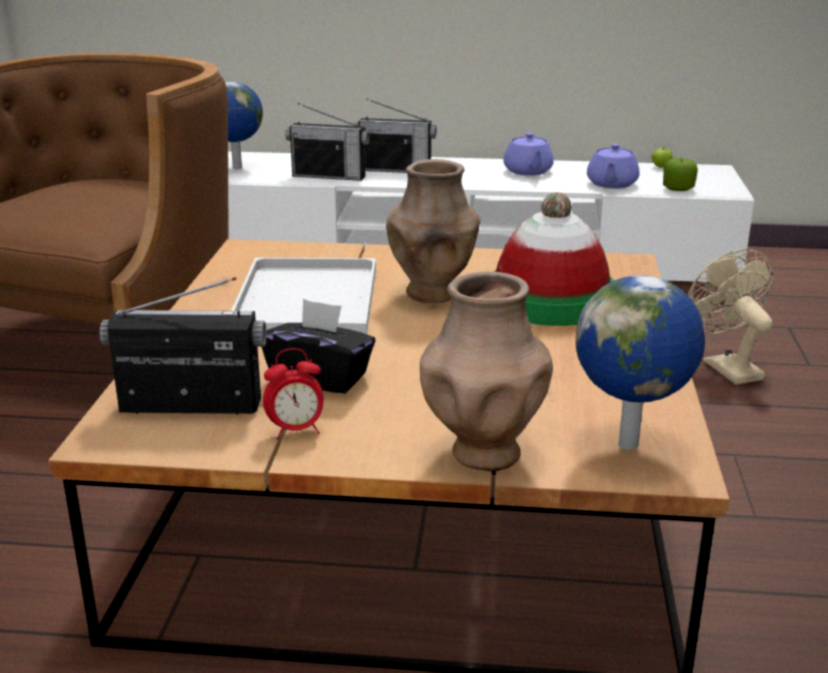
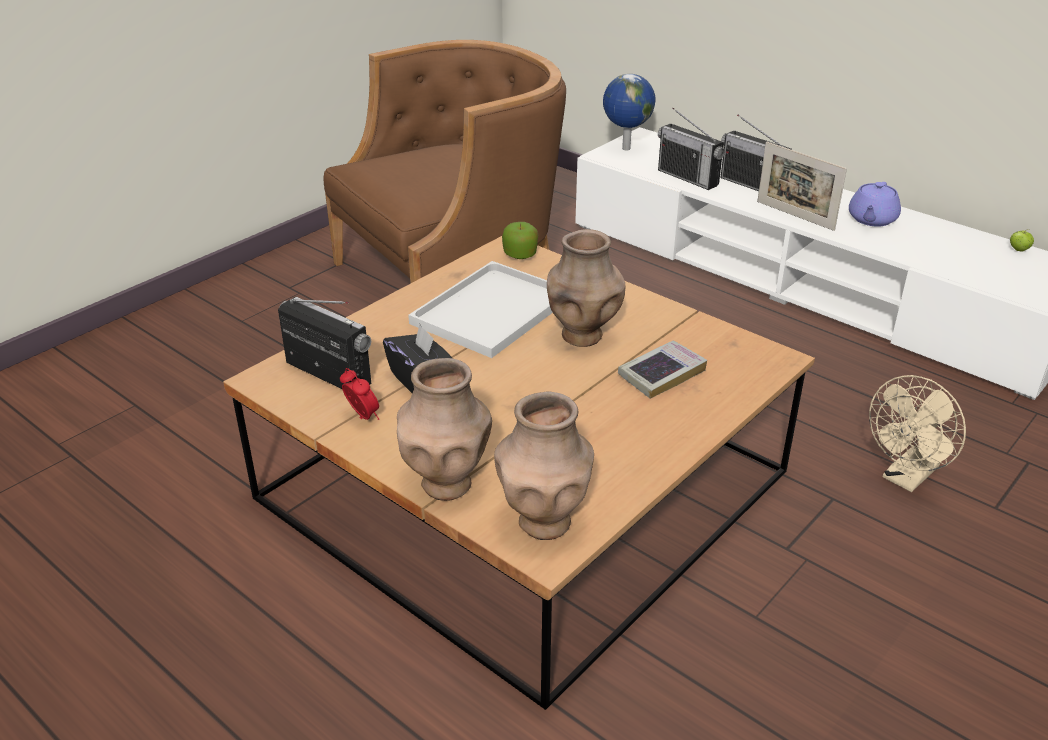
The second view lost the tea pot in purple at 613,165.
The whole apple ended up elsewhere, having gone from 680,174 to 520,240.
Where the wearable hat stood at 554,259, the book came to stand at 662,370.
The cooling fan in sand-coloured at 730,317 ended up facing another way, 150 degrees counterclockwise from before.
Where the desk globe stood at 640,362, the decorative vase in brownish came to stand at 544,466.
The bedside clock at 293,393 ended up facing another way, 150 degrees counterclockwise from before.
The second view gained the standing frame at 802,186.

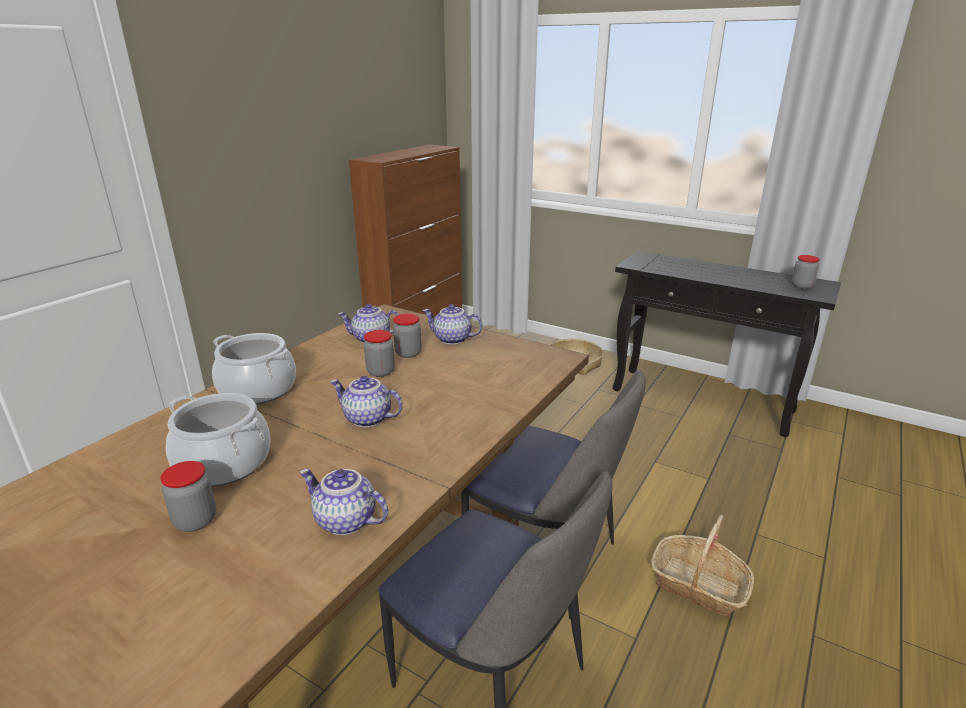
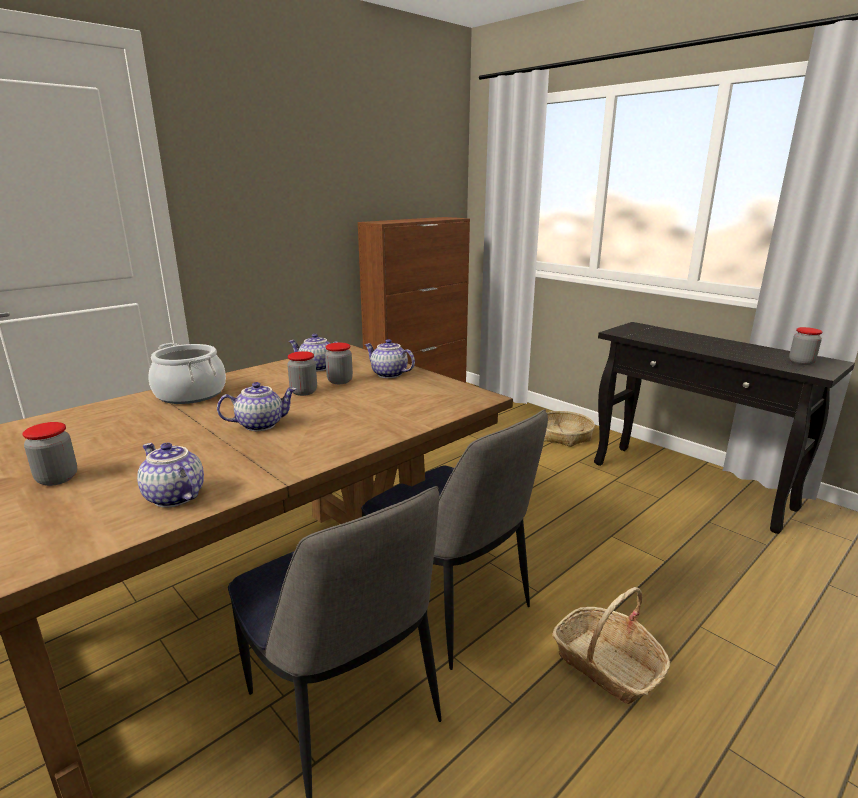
The tea pot at 366,401 ended up facing another way, 120 degrees clockwise from before.
The second view lost the cooking pot at 218,440.

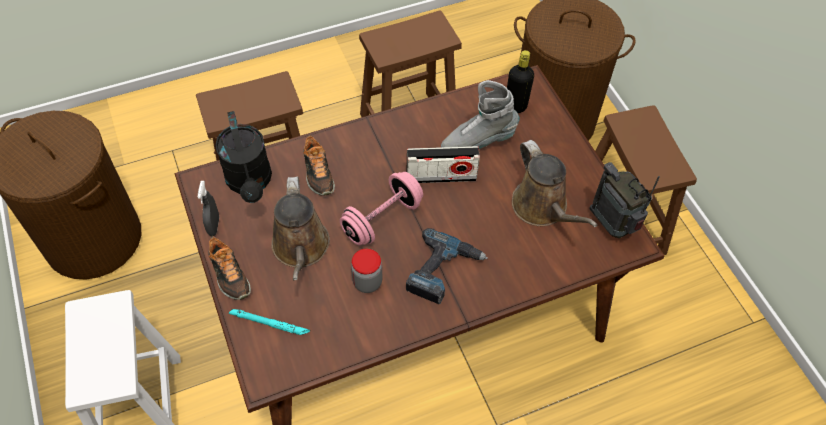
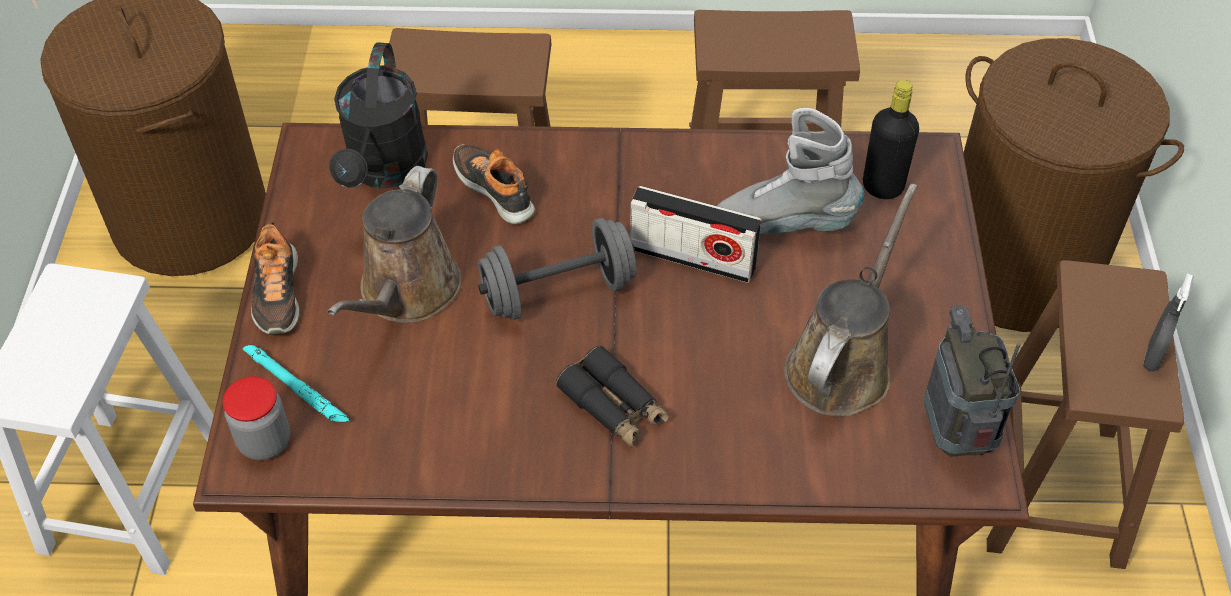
The shoe at 319,165 ended up facing another way, 135 degrees clockwise from before.
The watering can in brownish at 555,183 ended up facing another way, 150 degrees counterclockwise from before.
What was the free weight in pinkish at 381,209 turned into the free weight in greyish at 557,269.
The spray bottle in greyish ended up elsewhere, having gone from 208,208 to 1168,322.
Where the drill stood at 447,266, the binoculars in blackish came to stand at 612,397.
The storage jar ended up elsewhere, having gone from 366,271 to 256,418.

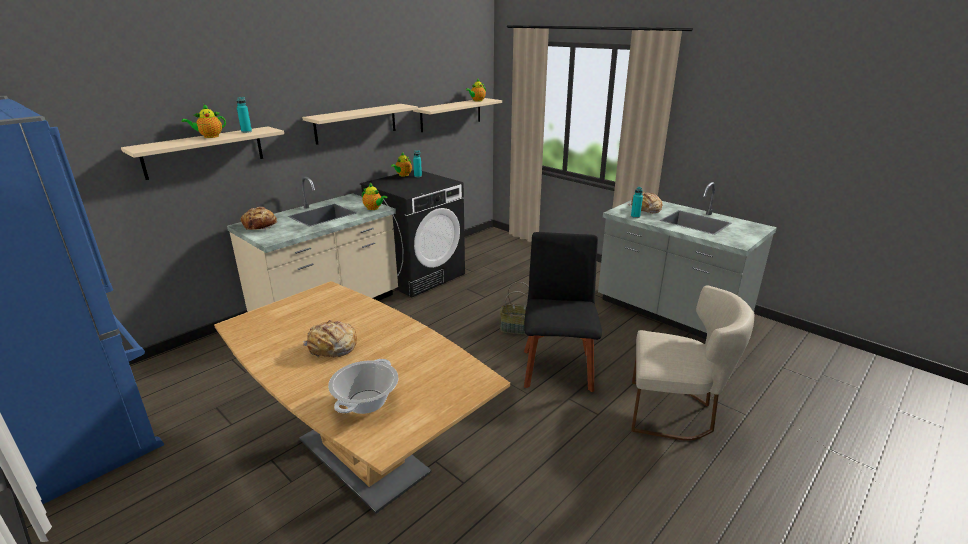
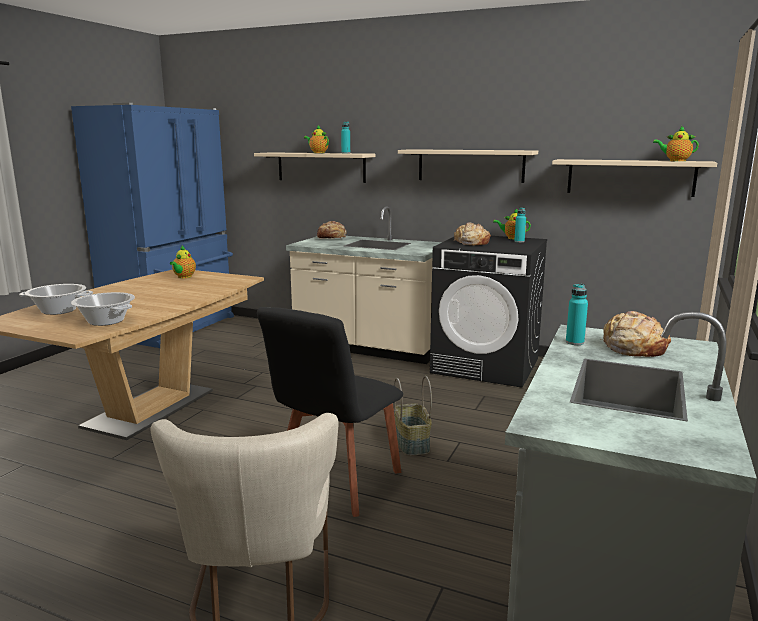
The tea pot ended up elsewhere, having gone from 374,196 to 183,262.
The upright chair in blackish at 563,312 ended up facing another way, 135 degrees clockwise from before.
The bakery bread ended up elsewhere, having gone from 330,339 to 472,233.
The second view gained the cooking pot at 103,309.

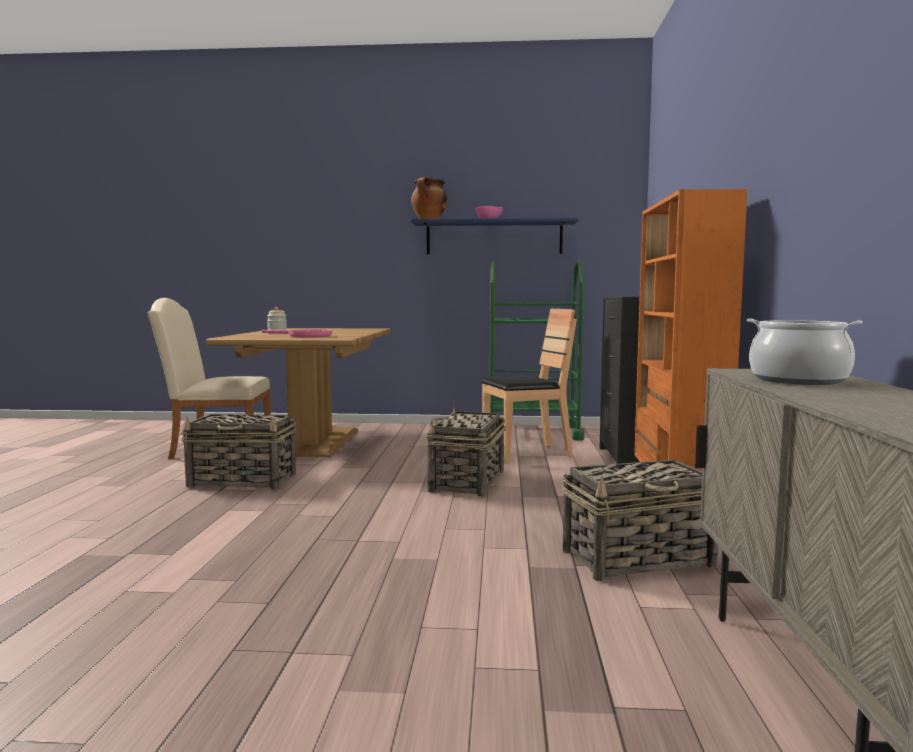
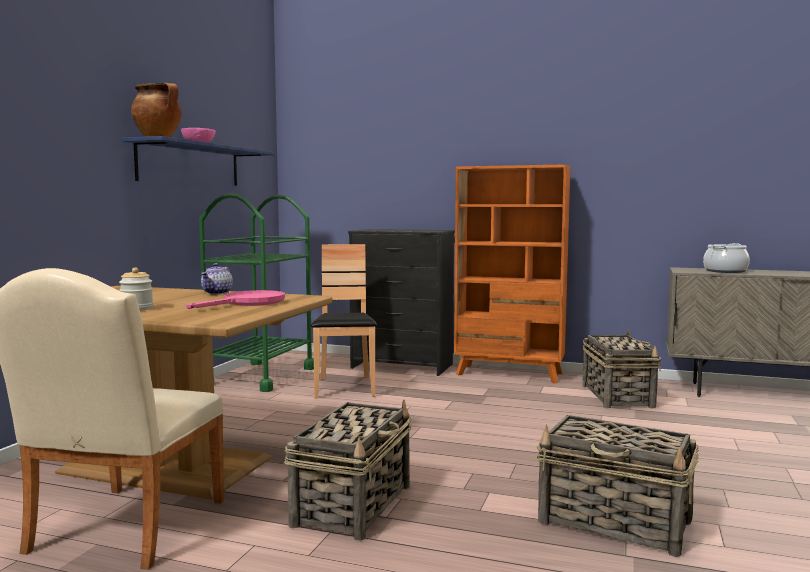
The household basket ended up elsewhere, having gone from 466,451 to 617,486.
The second view gained the tea pot at 217,278.

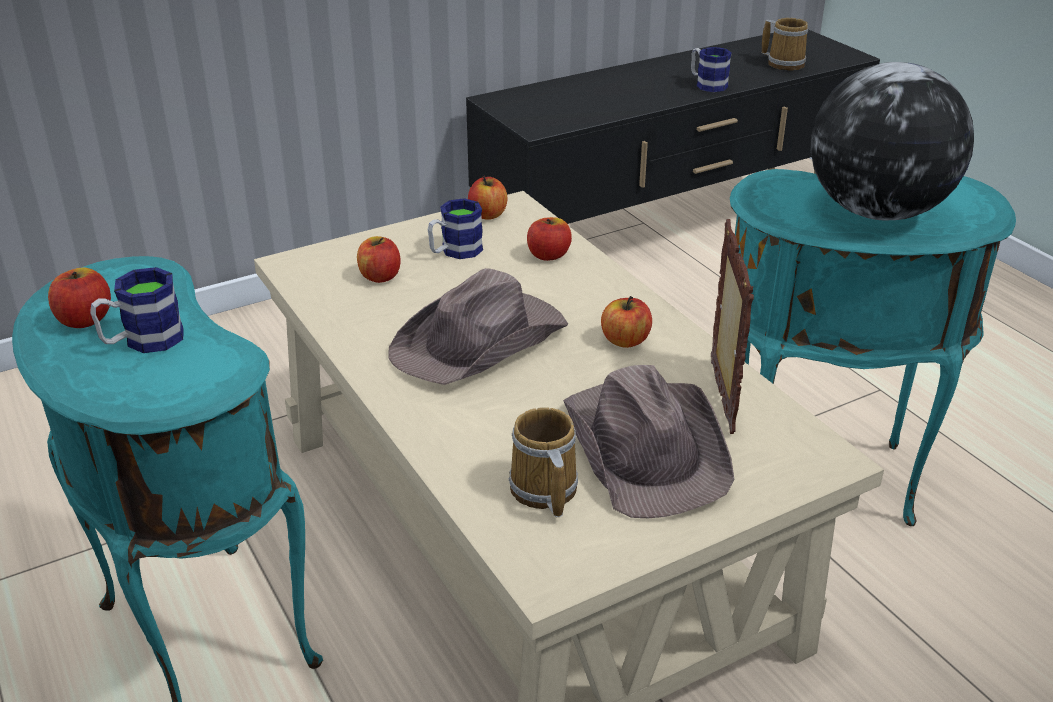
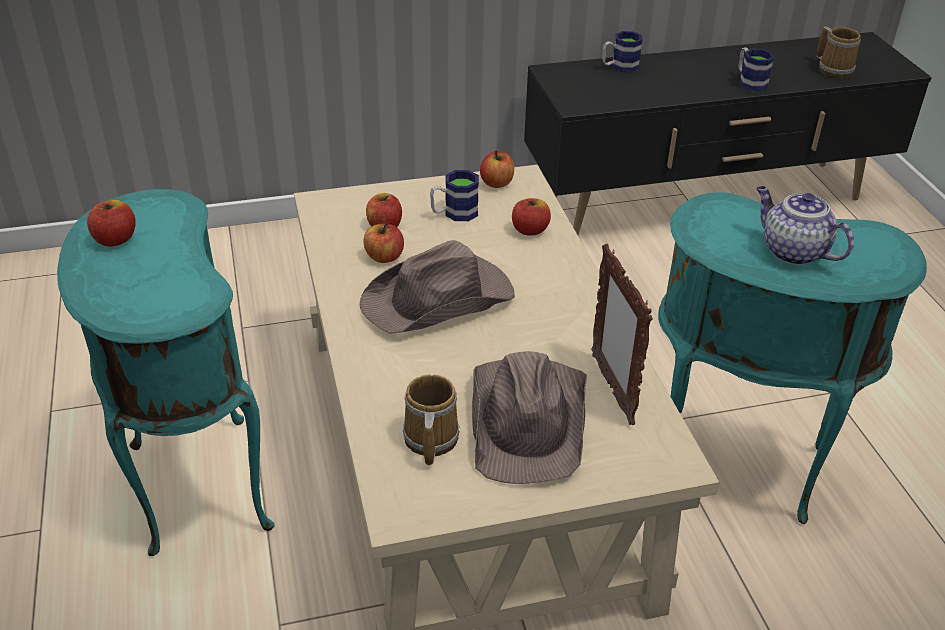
Where the desk globe stood at 892,141, the tea pot came to stand at 805,225.
The standing frame at 732,326 ended up facing another way, 150 degrees clockwise from before.
The mug ended up elsewhere, having gone from 137,310 to 622,52.
The whole apple ended up elsewhere, having gone from 626,322 to 384,243.

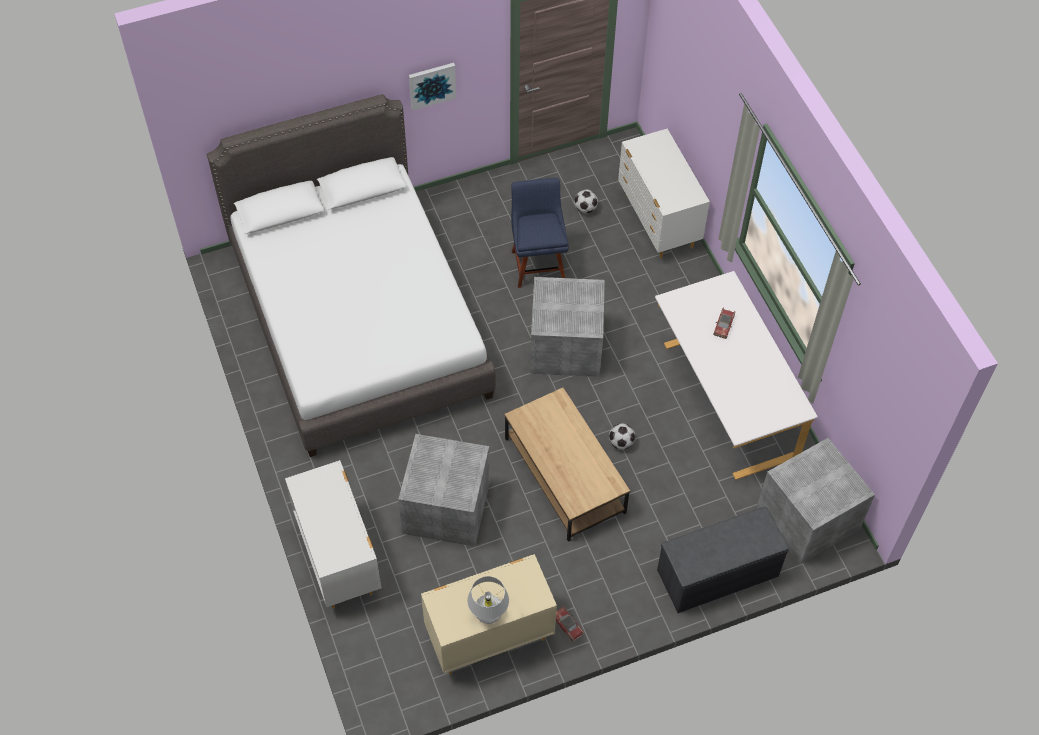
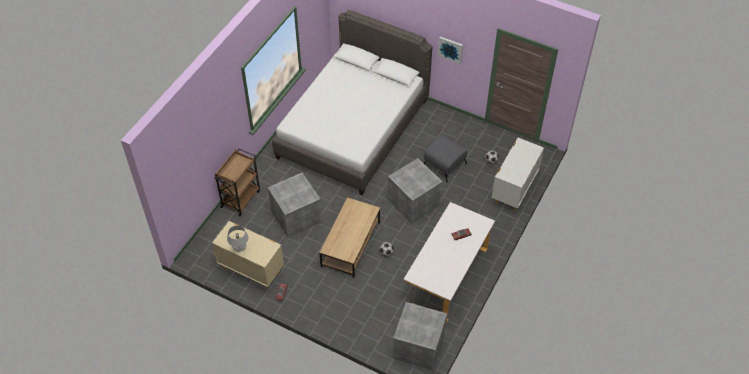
Where the upright chair in blue stood at 540,233, the footrest in greyish came to stand at 445,158.
Where the chest of drawers in white stood at 333,534, the trolley in brownish came to stand at 237,182.
The second view lost the long seat in greyish at 723,559.

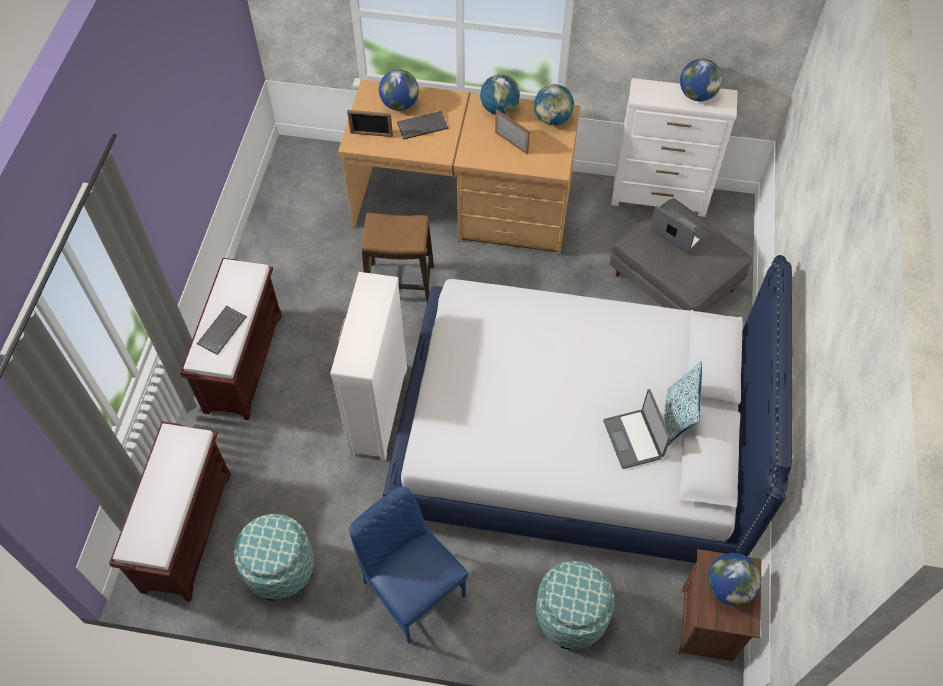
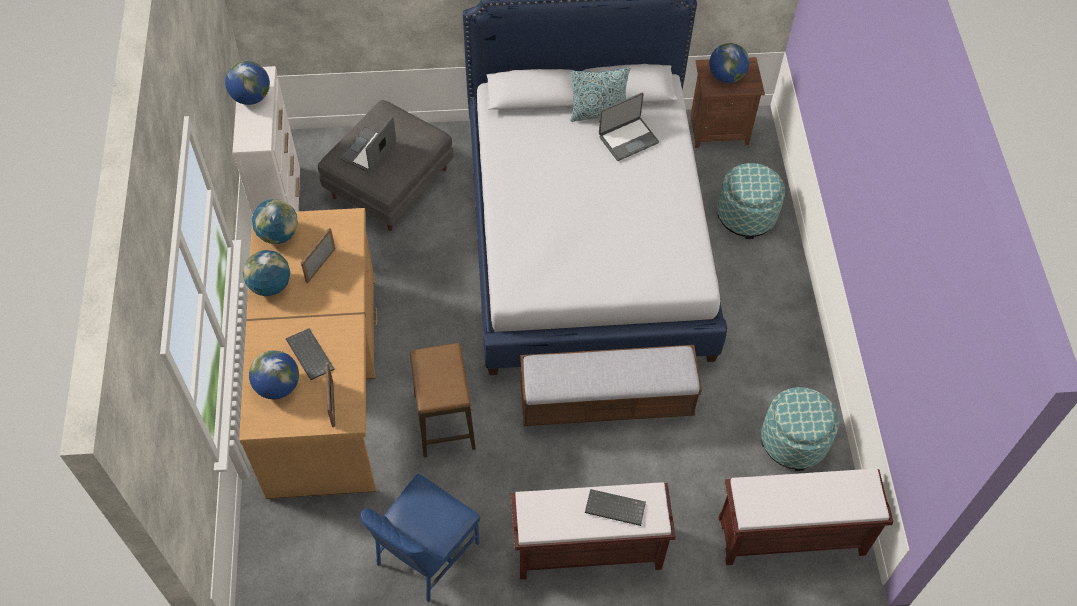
Where the chest of drawers in white stood at 368,366, the long seat came to stand at 611,385.
The upright chair in blue ended up elsewhere, having gone from 408,565 to 420,538.

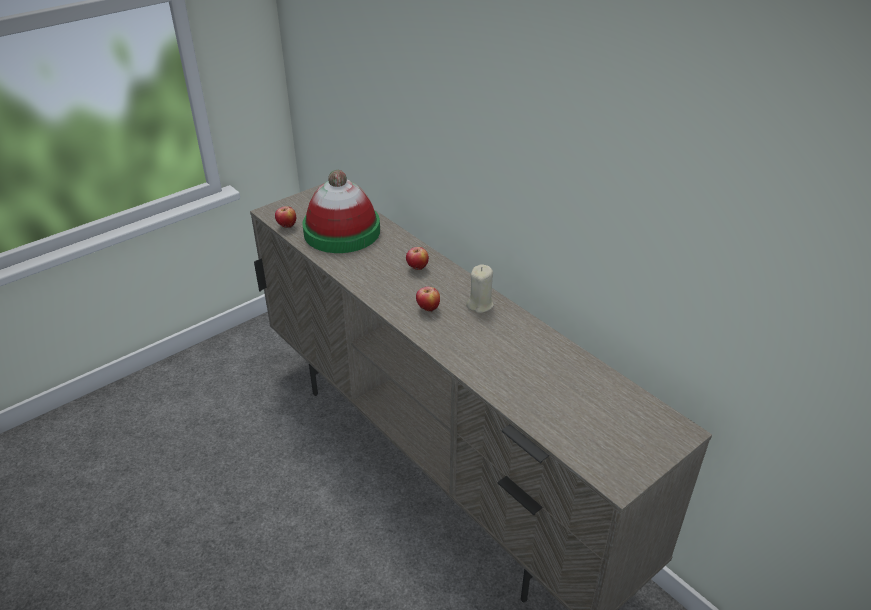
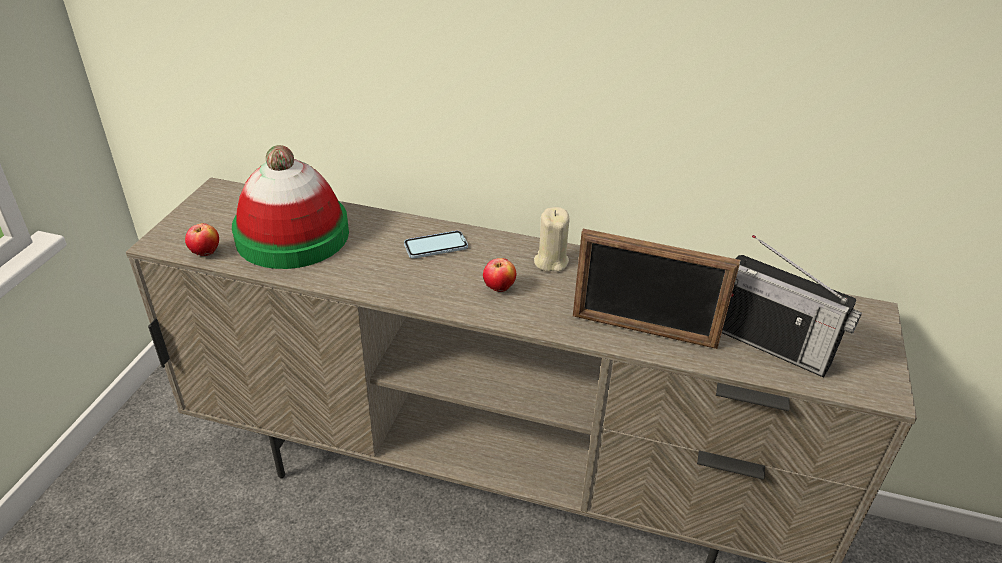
Where the whole apple stood at 417,258, the telephone came to stand at 436,245.
The second view gained the standing frame at 656,289.
The second view gained the radio at 792,306.

